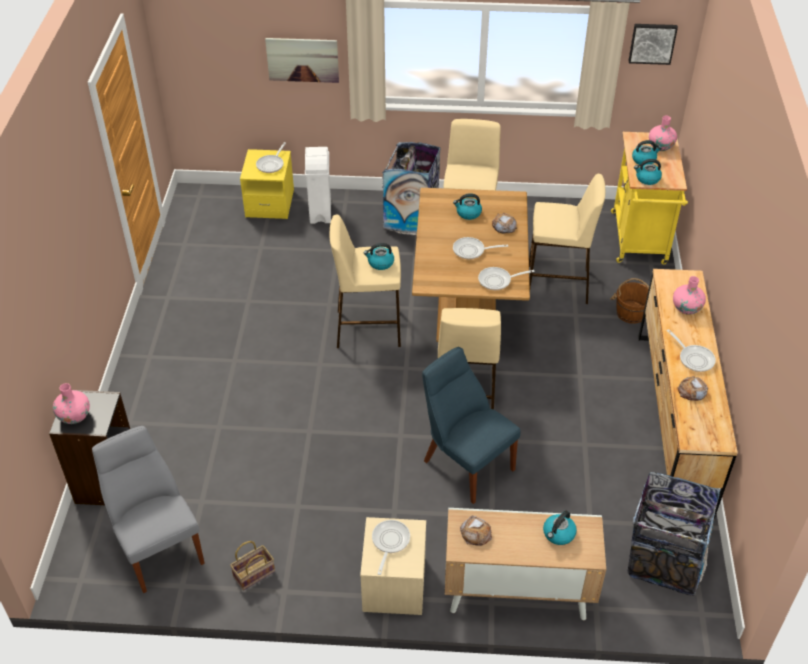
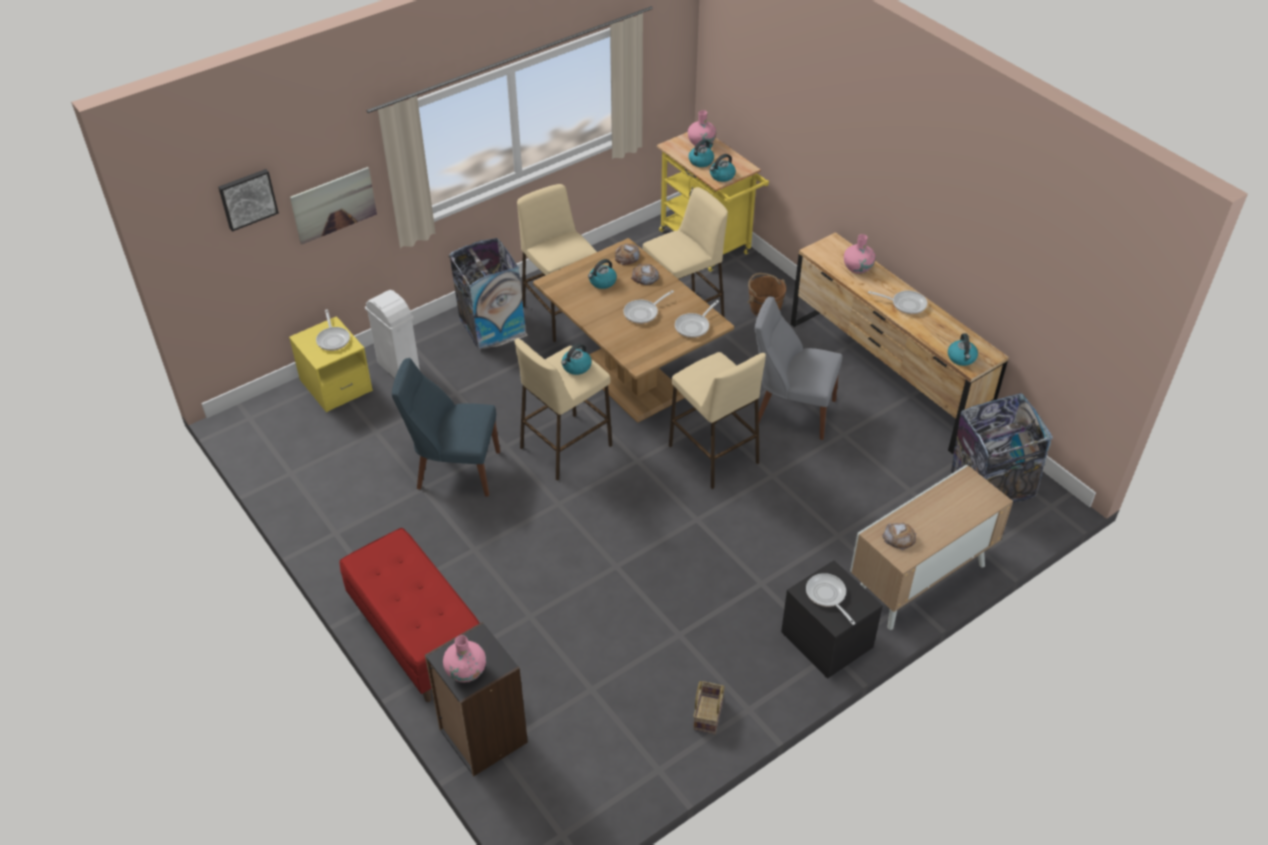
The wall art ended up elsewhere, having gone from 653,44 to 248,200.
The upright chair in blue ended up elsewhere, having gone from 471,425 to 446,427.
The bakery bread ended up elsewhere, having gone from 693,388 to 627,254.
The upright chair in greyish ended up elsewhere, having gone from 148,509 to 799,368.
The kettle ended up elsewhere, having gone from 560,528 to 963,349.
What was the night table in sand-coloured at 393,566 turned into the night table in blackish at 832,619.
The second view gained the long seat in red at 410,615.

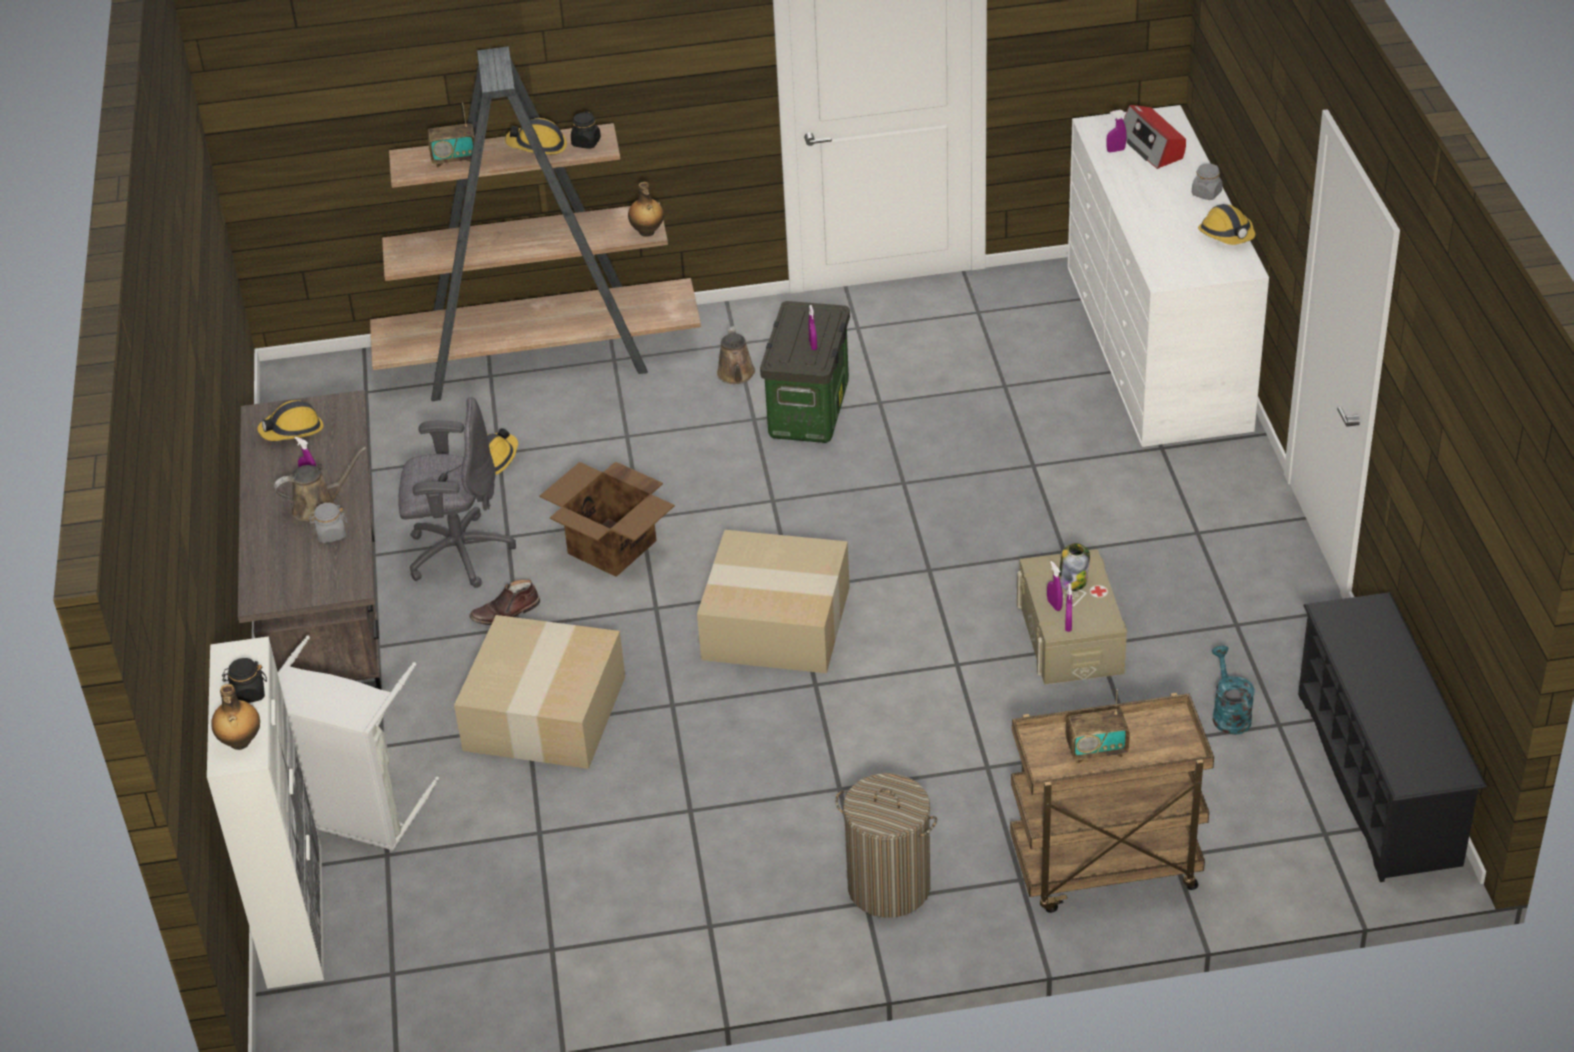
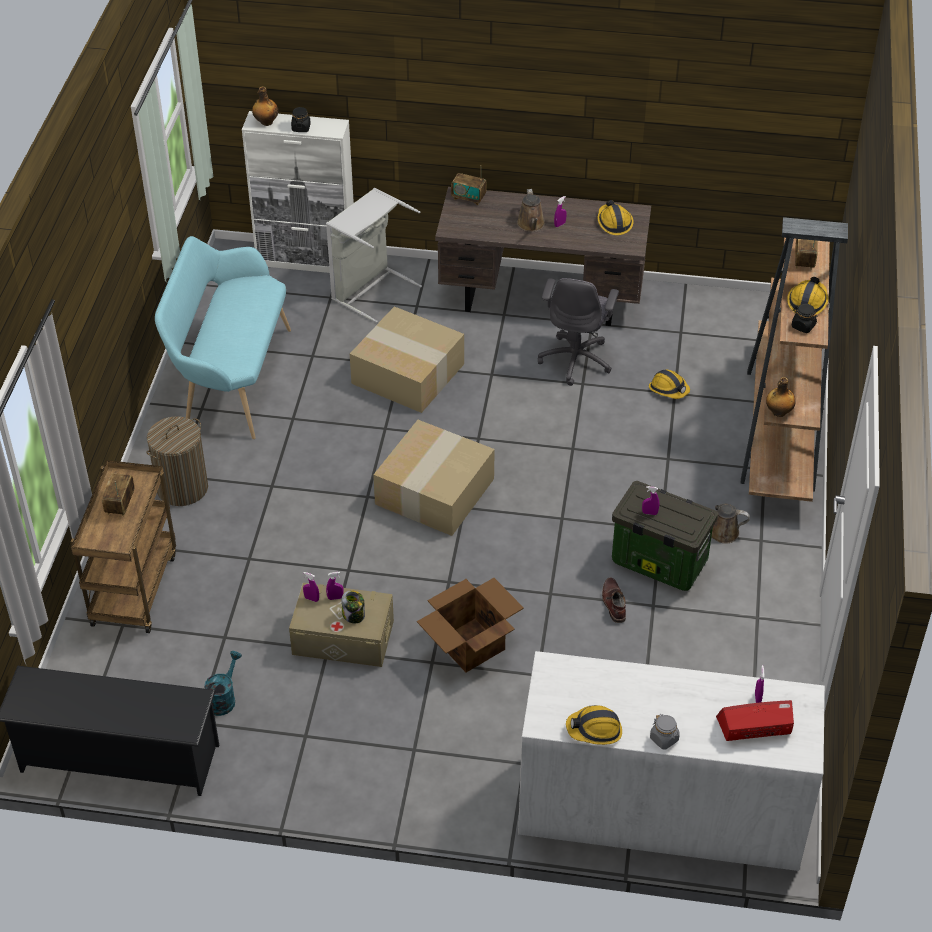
The cardboard box ended up elsewhere, having gone from 607,519 to 470,625.
The second view lost the storage jar in greyish at 328,523.
The tall boot in brownish ended up elsewhere, having gone from 504,602 to 614,600.
The watering can in blue-green at 1233,690 ended up facing another way, 75 degrees counterclockwise from before.
The second view gained the radio at 469,189.
The second view gained the long seat in blue-green at 223,337.

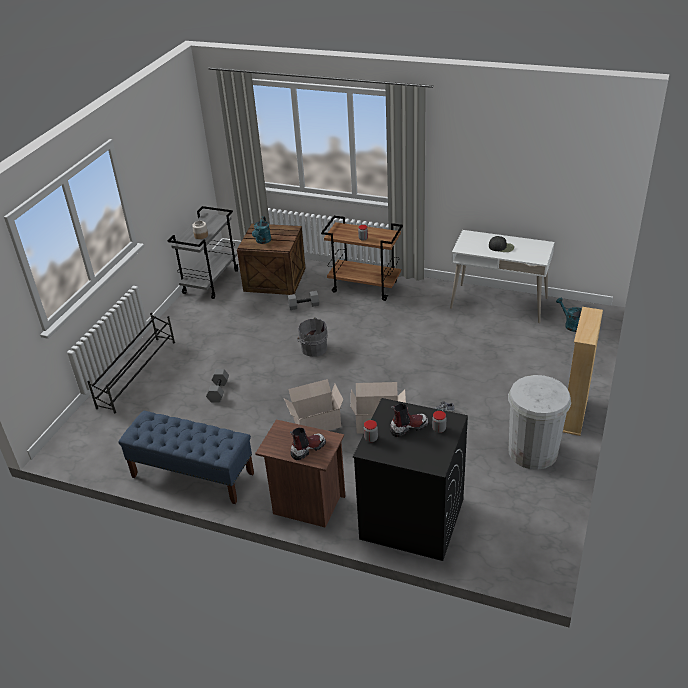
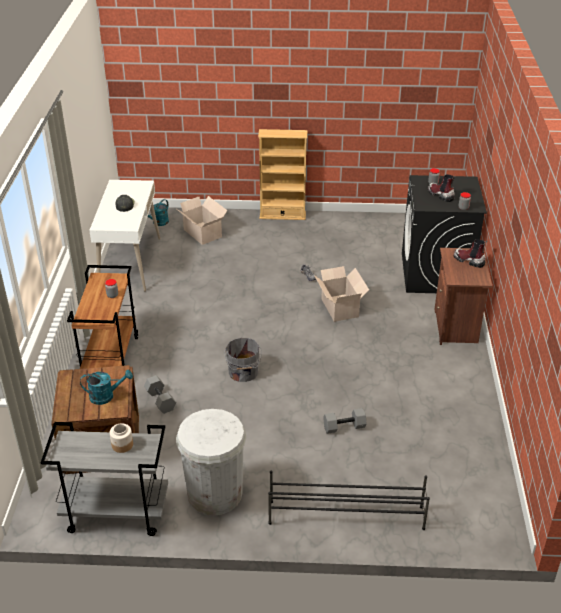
The waste bin in white ended up elsewhere, having gone from 539,422 to 211,462.
The cardboard box ended up elsewhere, having gone from 314,405 to 201,220.
The second view lost the long seat in blue at 186,457.

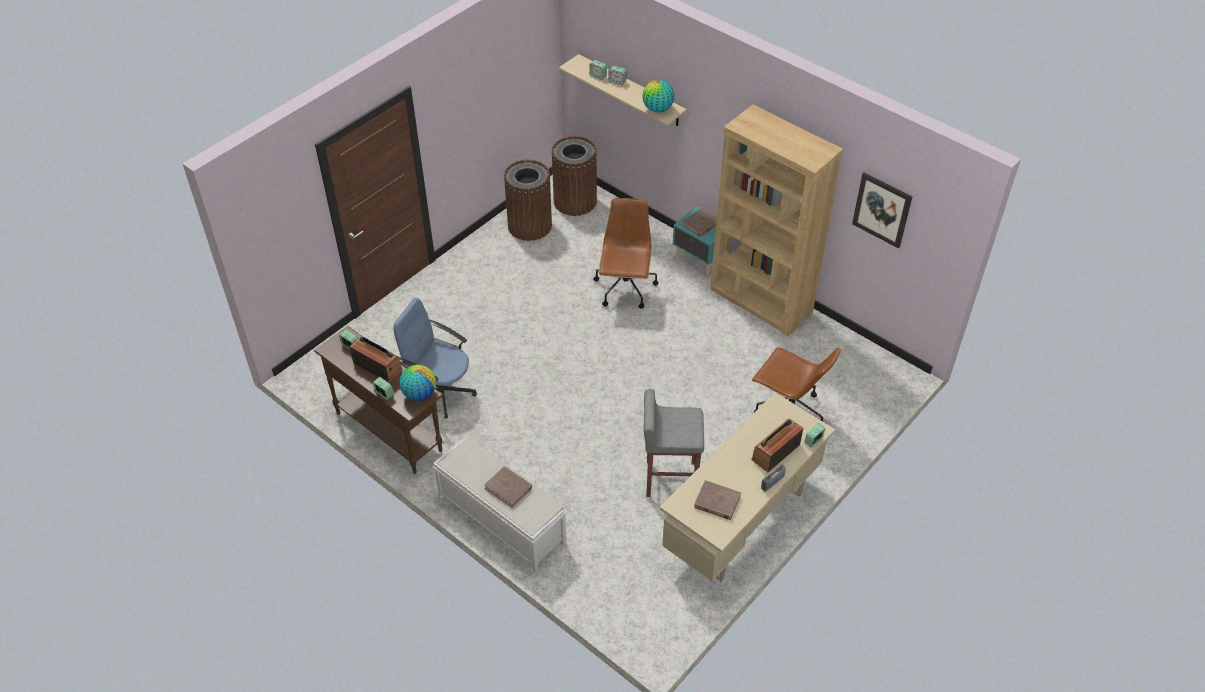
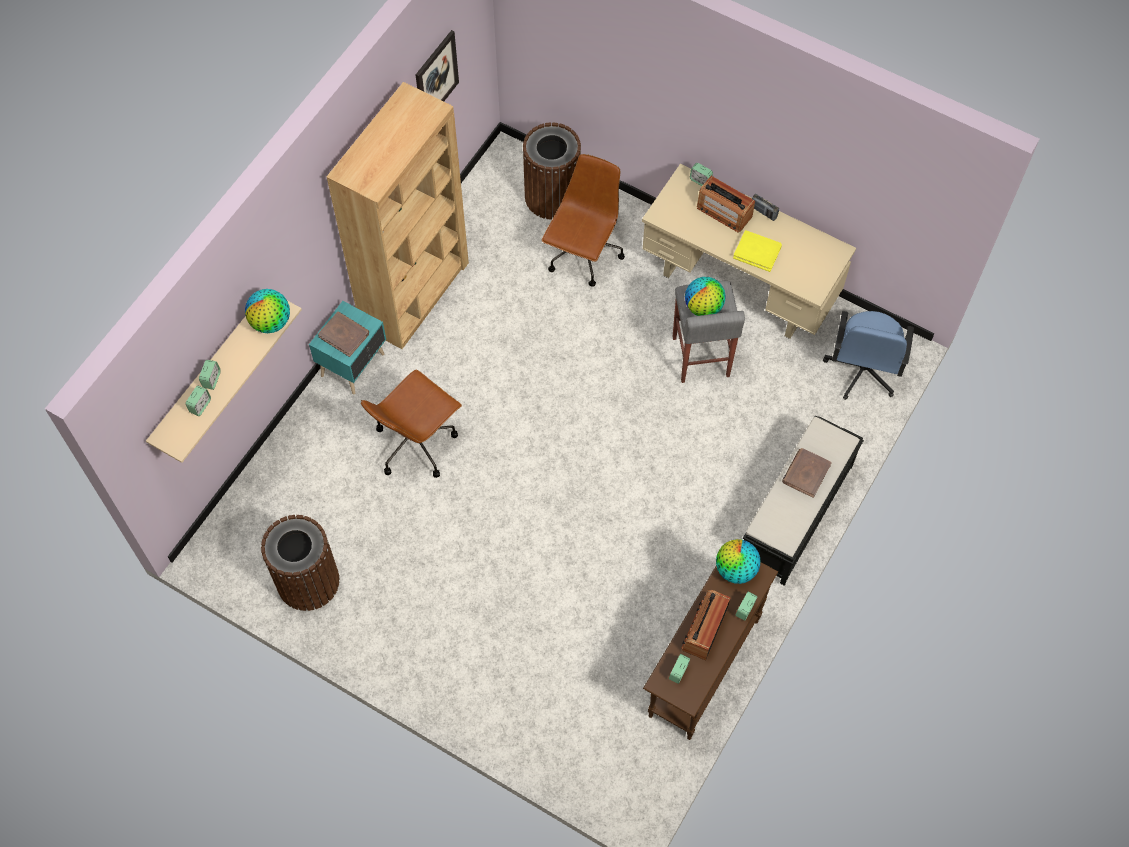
The waste bin in brownish ended up elsewhere, having gone from 574,176 to 552,171.
The office chair in brownish at 626,253 ended up facing another way, 45 degrees counterclockwise from before.
The office chair in blue ended up elsewhere, having gone from 435,358 to 868,355.
What was the long seat in white at 499,504 turned into the long seat in blackish at 803,501.
The second view lost the book in brownish at 717,500.
The second view gained the book in yellow-coloured at 757,251.
The second view gained the desk globe at 705,296.

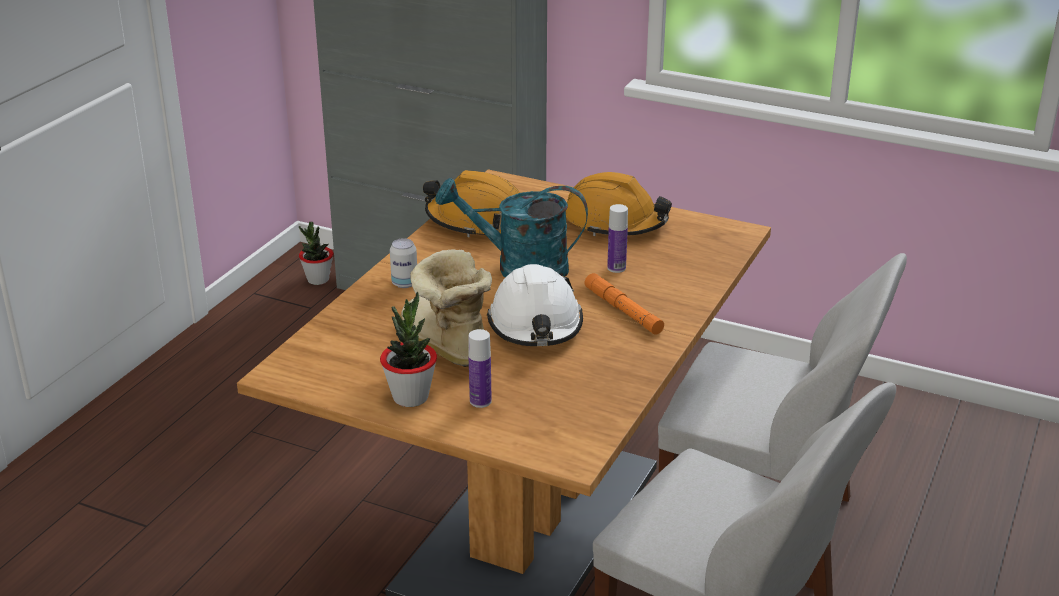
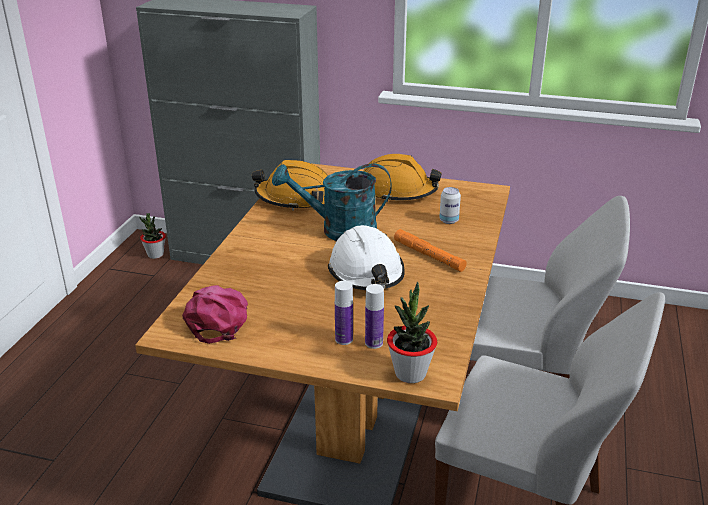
The drink bottle ended up elsewhere, having gone from 617,238 to 374,316.
The sealed can ended up elsewhere, having gone from 403,263 to 450,205.
The second view lost the tall boot at 446,308.
The plant in a pot ended up elsewhere, having gone from 408,349 to 412,332.
The second view gained the peaked cap in pinkish at 215,314.

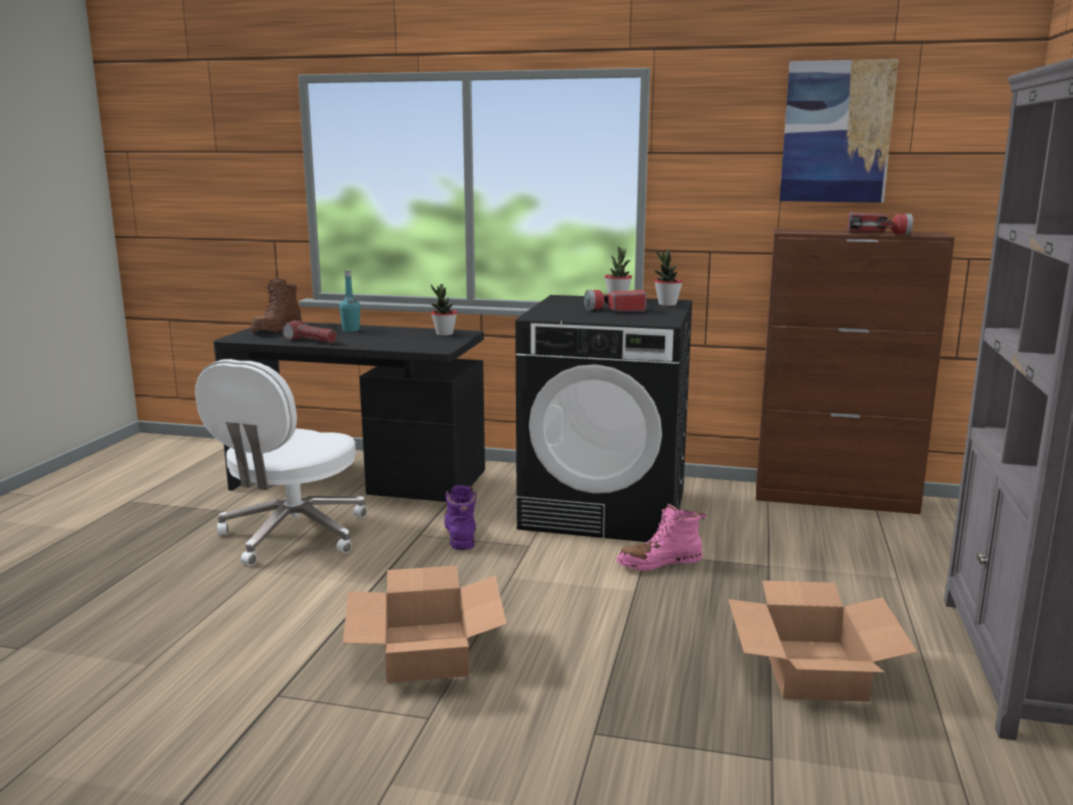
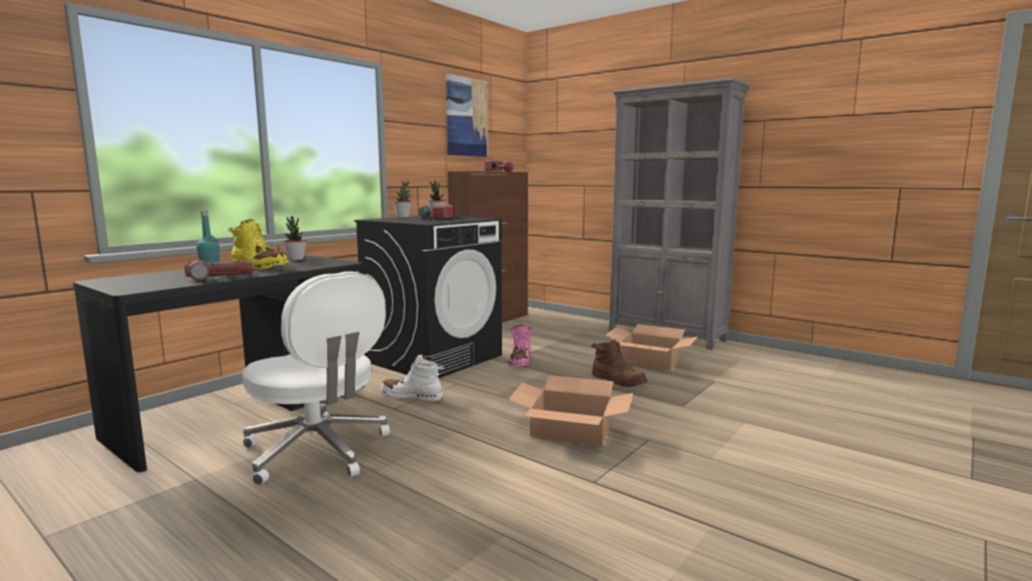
The tall boot in brownish ended up elsewhere, having gone from 276,305 to 619,363.
What was the tall boot in purple at 460,517 turned into the tall boot in white at 412,377.
The second view gained the tall boot in yellow-coloured at 258,244.

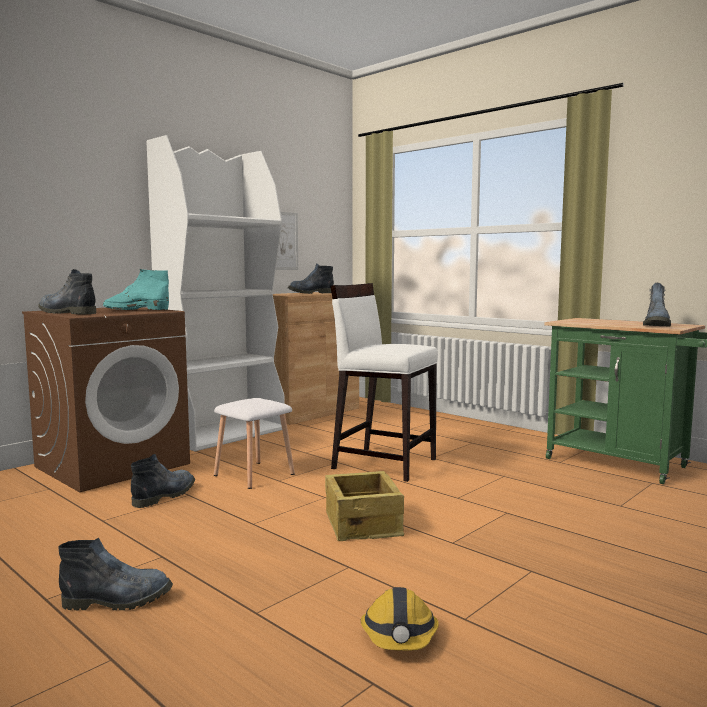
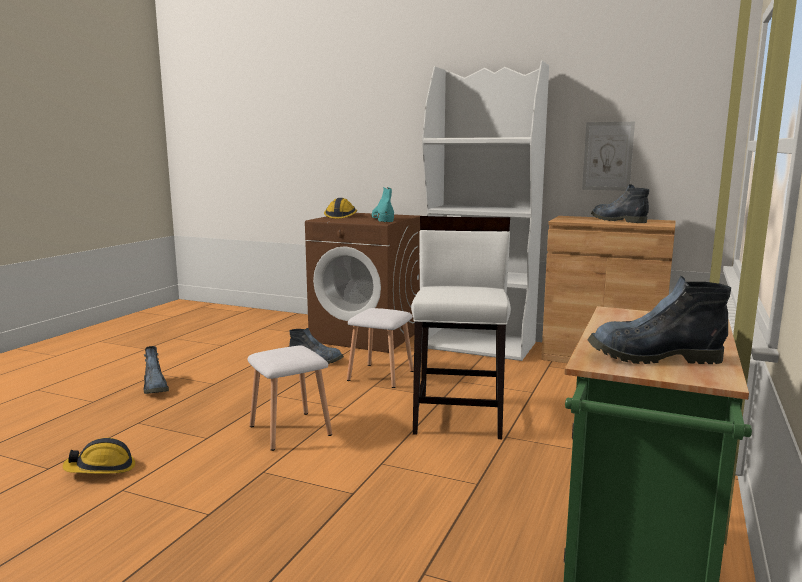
Where the tall boot stood at 67,291, the safety helmet came to stand at 340,208.
Where the packing crate stood at 364,506, the sitting stool in white came to stand at 289,398.

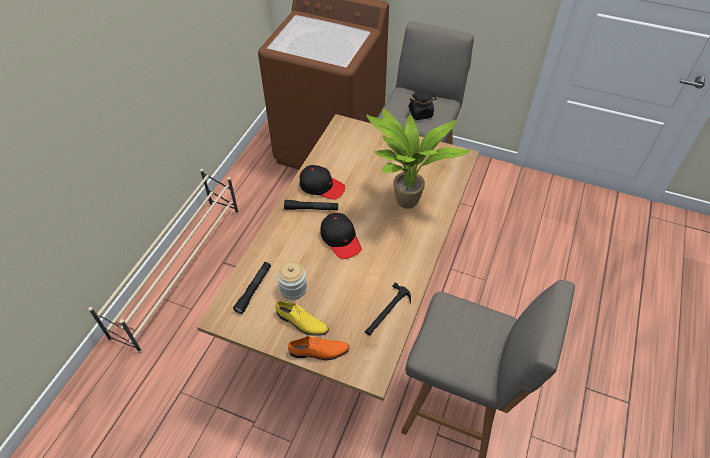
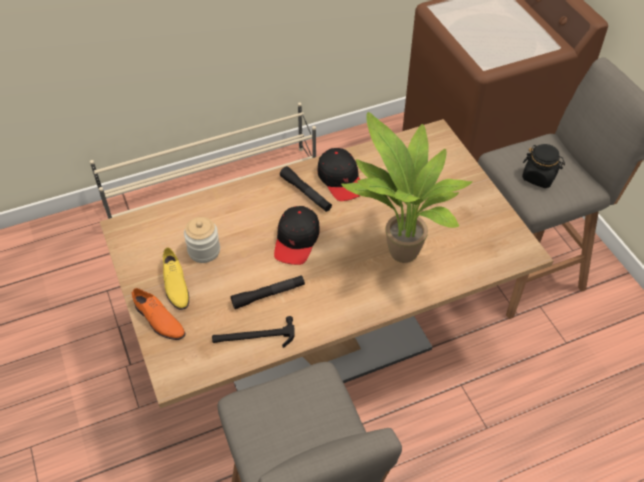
The flashlight in blackish ended up elsewhere, having gone from 252,288 to 268,292.

